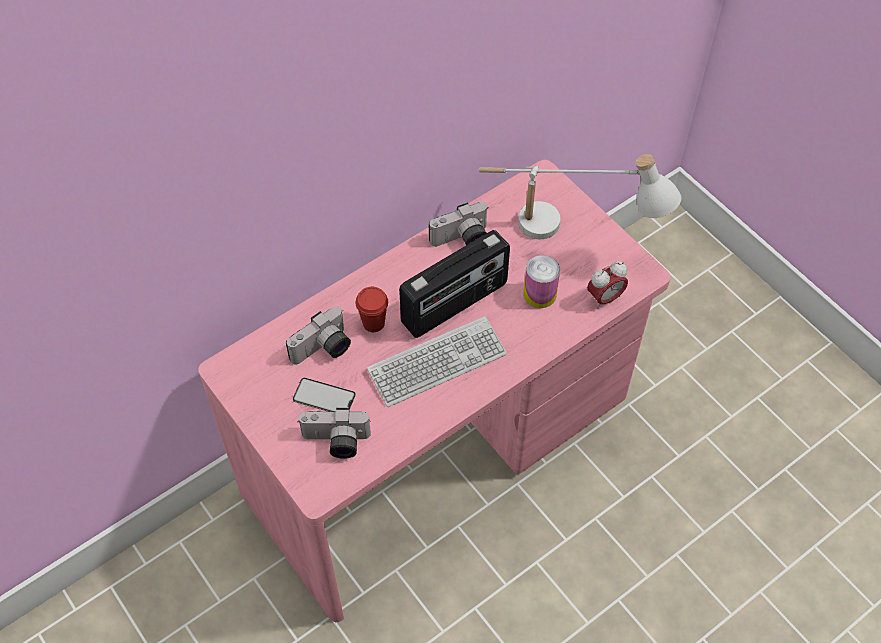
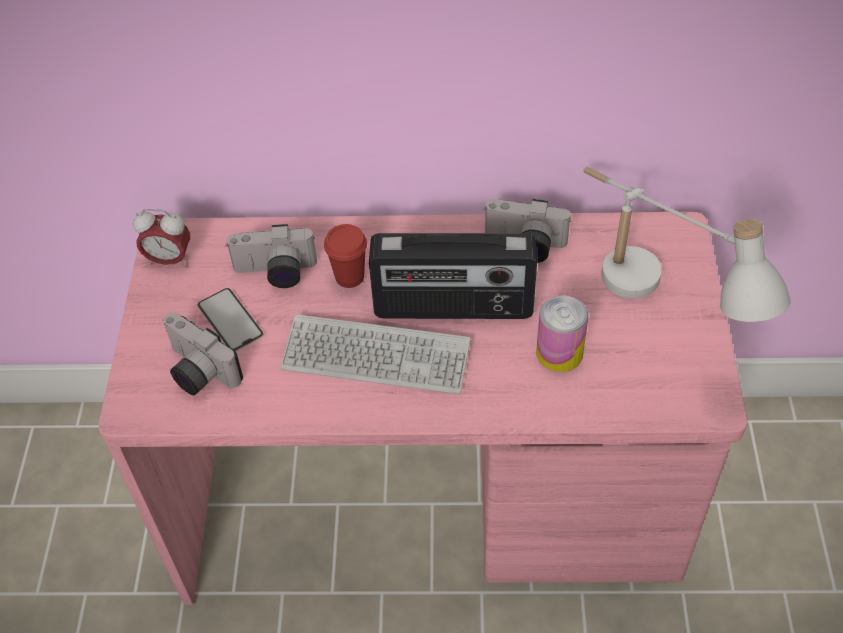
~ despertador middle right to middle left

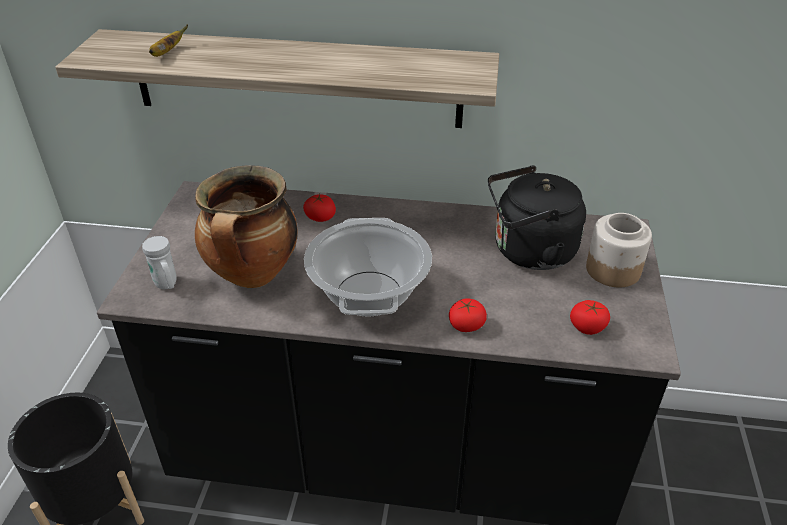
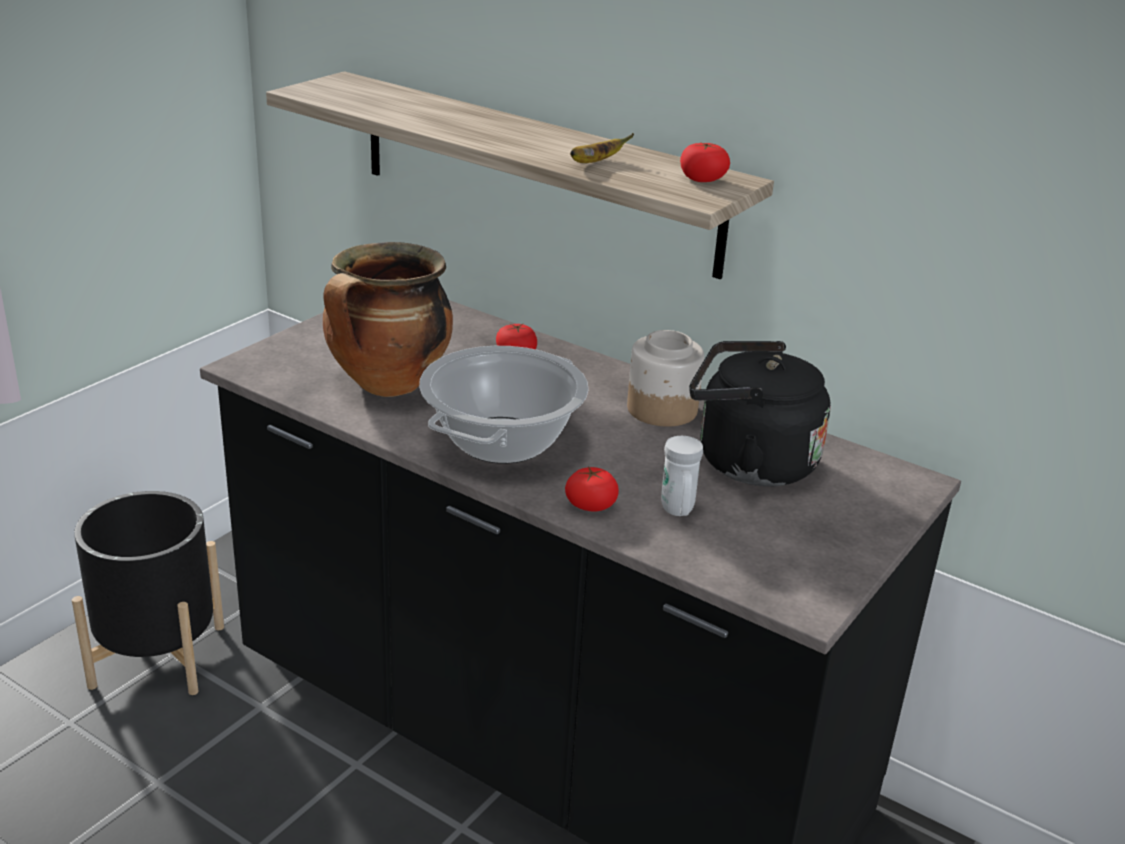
~ plátano top left to top centre
~ tarro middle right to centre
~ taza grande [blanco] middle left to centre
~ tomate (no. 3 from left) middle right to top centre

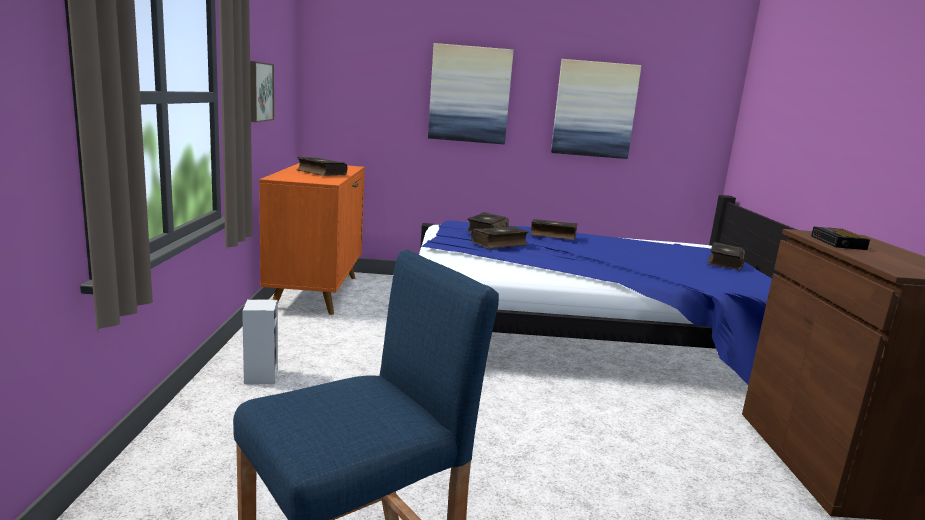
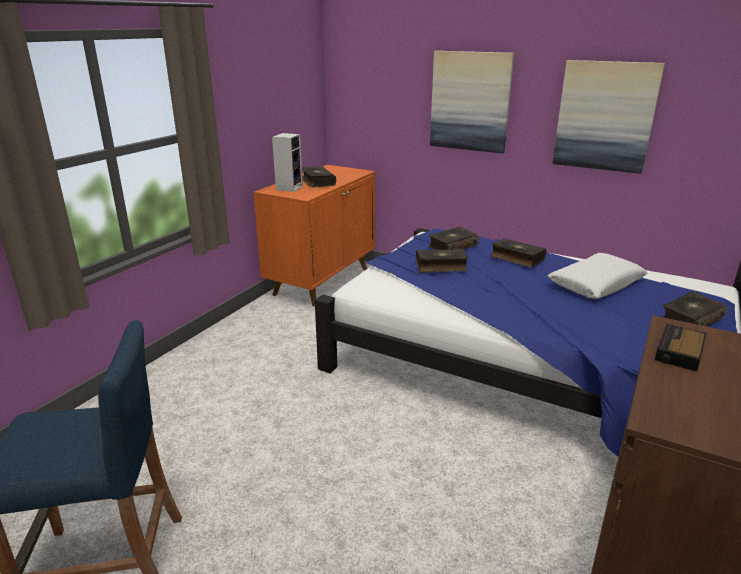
~ altavoz middle left to top centre
+ cojín [blanco] middle right
- cuadro (no. 1 from left) top left

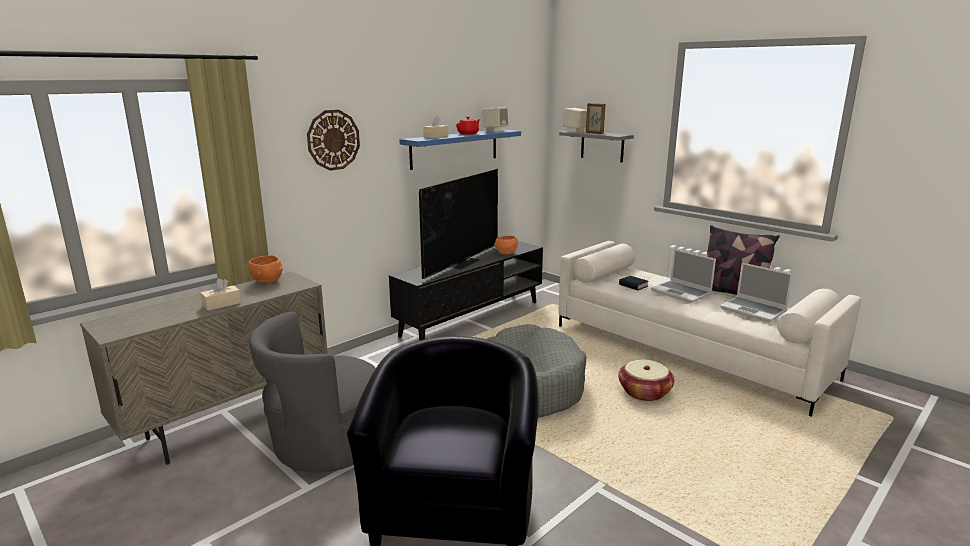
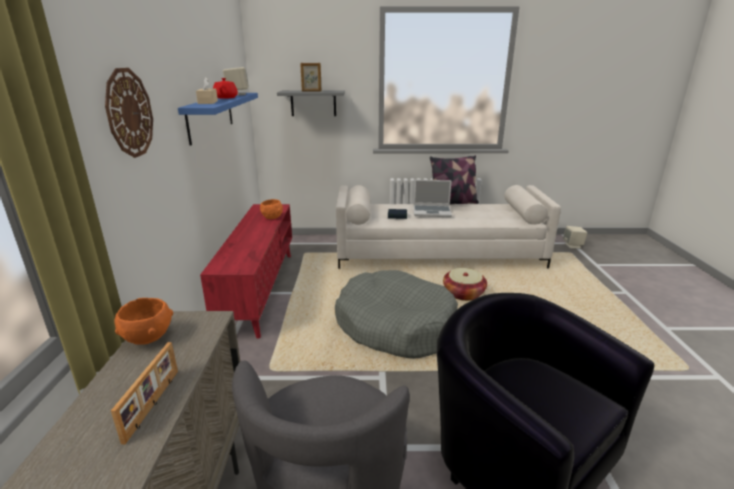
~ caja de pañuelos [beis] (no. 1 from left) middle left to portarretratos (no. 1 from left) bottom left
~ mueble de televisión [negro] centre to mueble de televisión [rojo] centre
~ altavoz [beis] (no. 2 from left) top centre to middle right
- televisor centre
- portátil (no. 2 from left) middle right

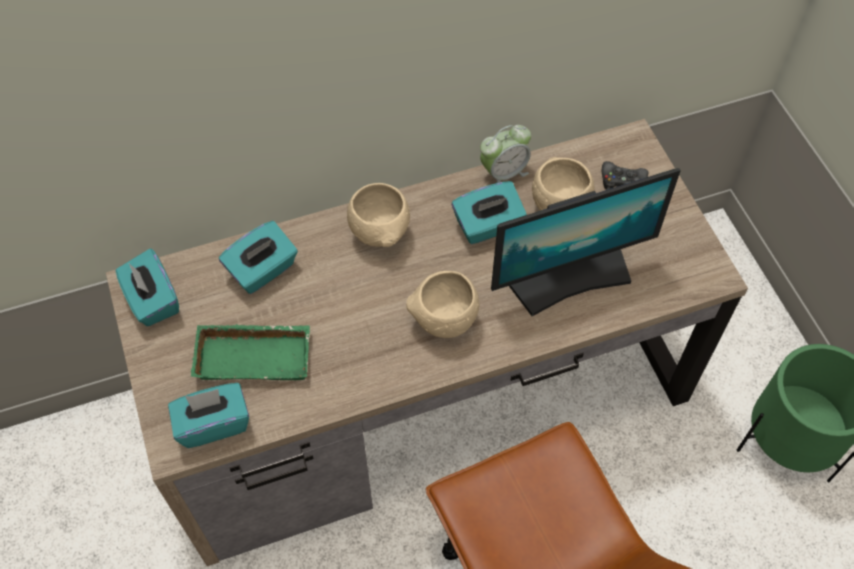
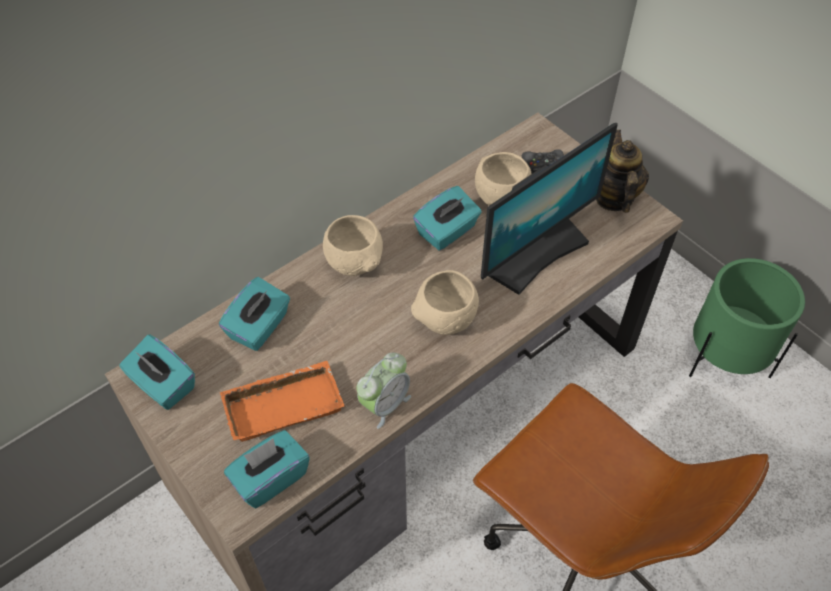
~ bandeja [verde] middle left to bandeja [naranja] bottom centre
~ despertador top centre to centre
+ tetera top right

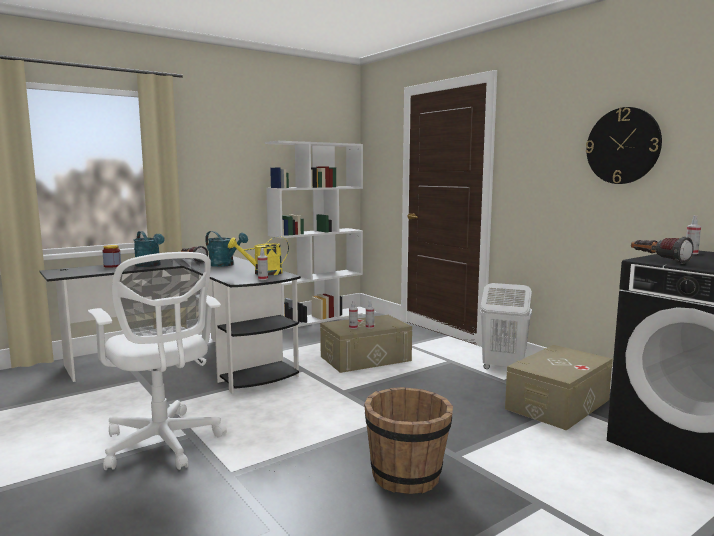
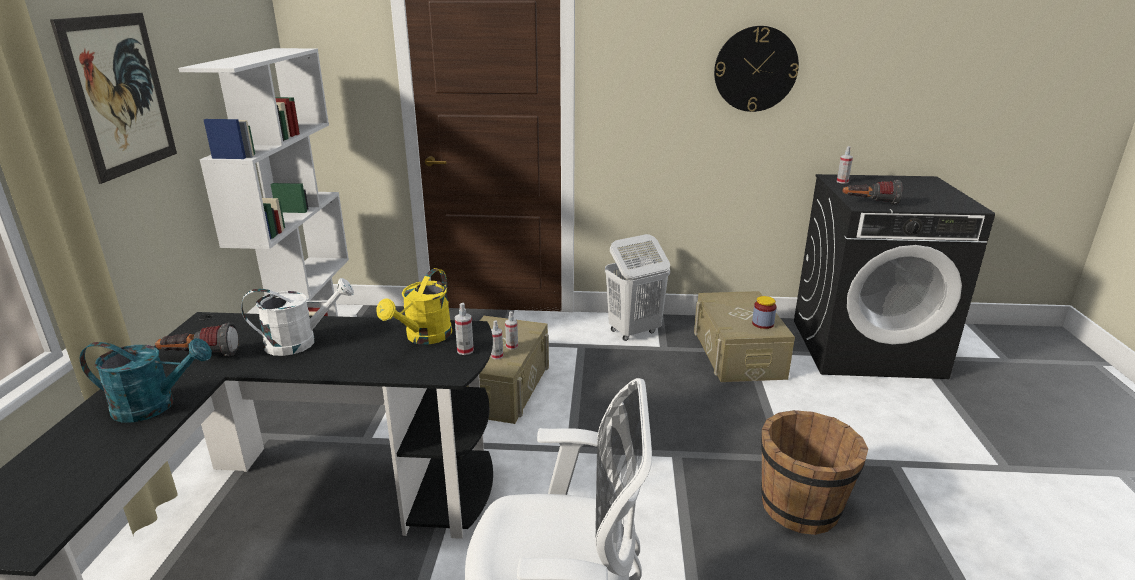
+ cuadro top left
~ regadera [turquesa] (no. 2 from left) middle left to regadera [blanco] middle left
~ tarro middle left to middle right

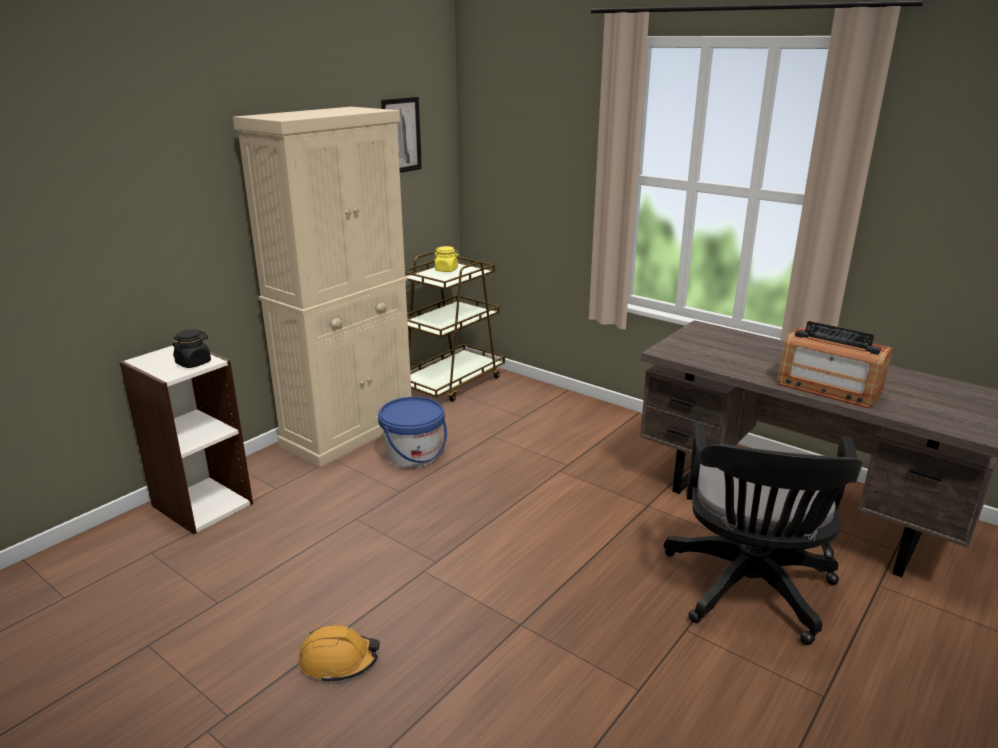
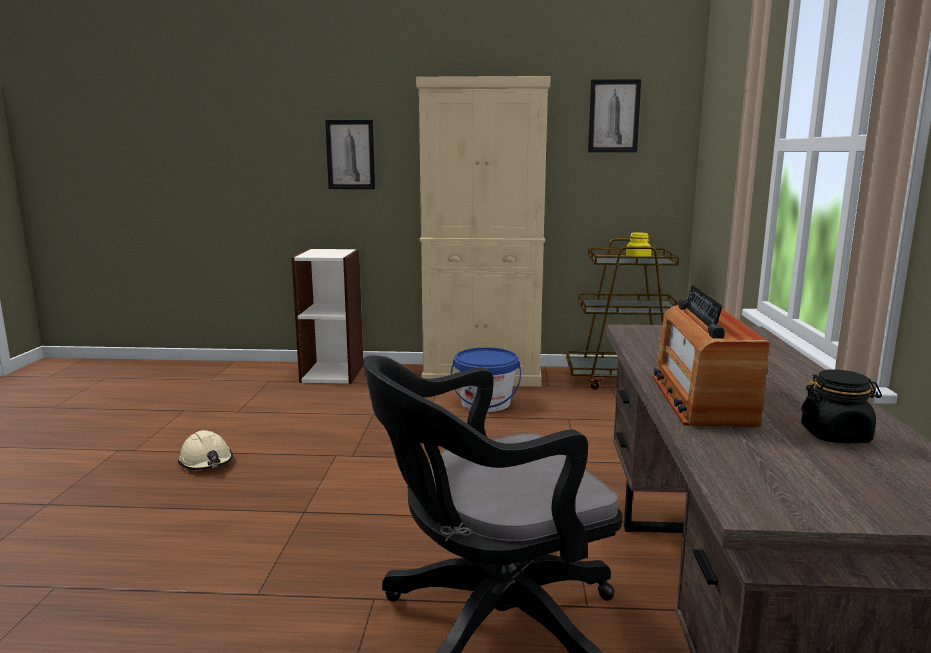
~ casco [naranja] bottom centre to casco [beis] bottom left
+ cuadro (no. 1 from left) top centre
~ tarro [negro] middle left to middle right

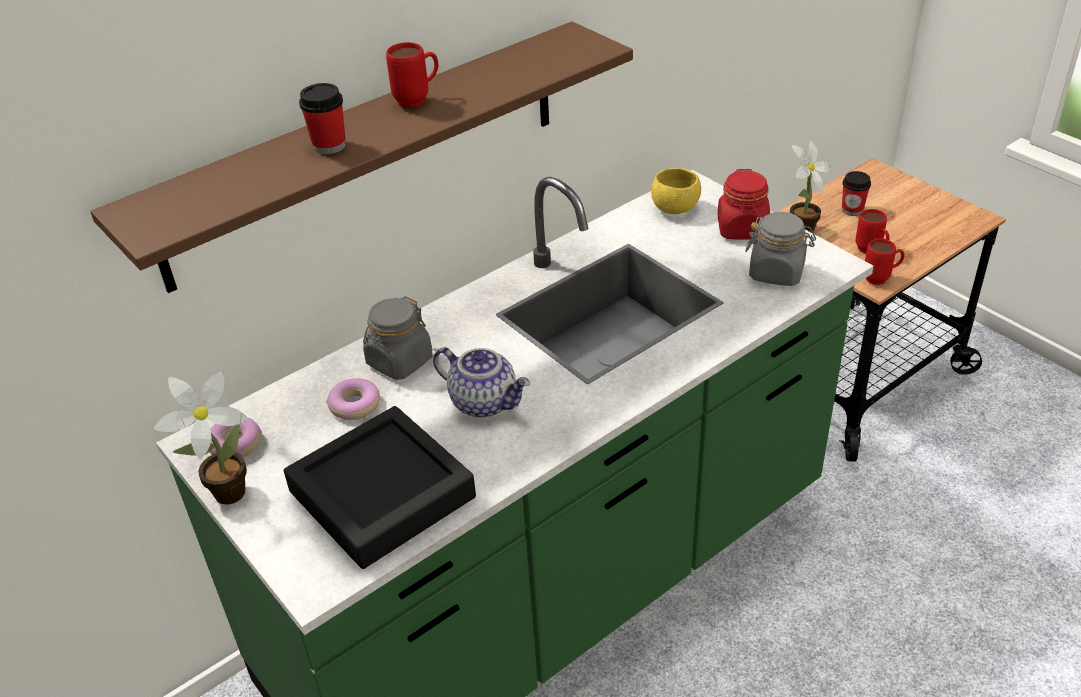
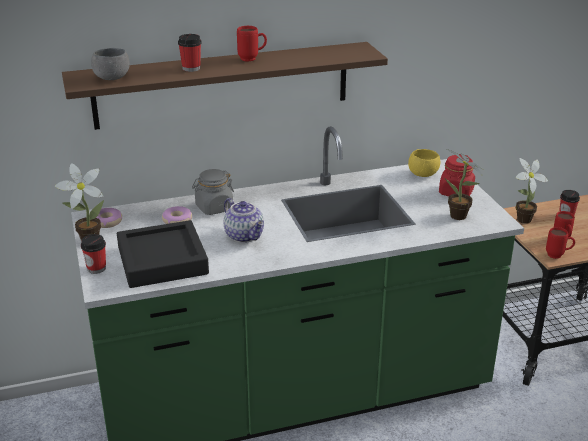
+ taza (no. 1 from left) middle left
+ cuenco [gris] top left
~ tarro [gris] (no. 2 from left) middle right to planta en maceta (no. 2 from left) middle right

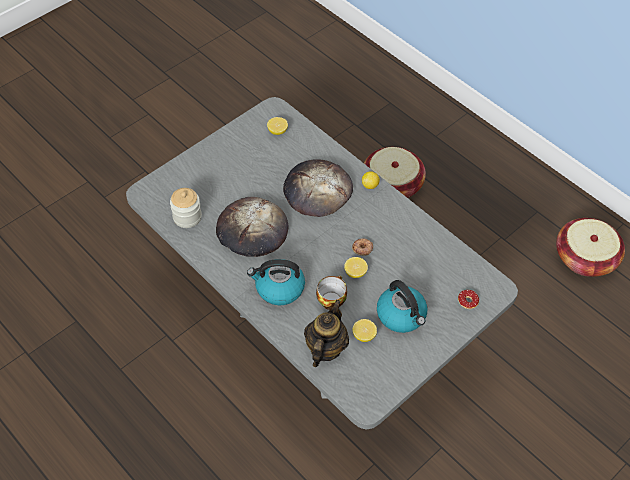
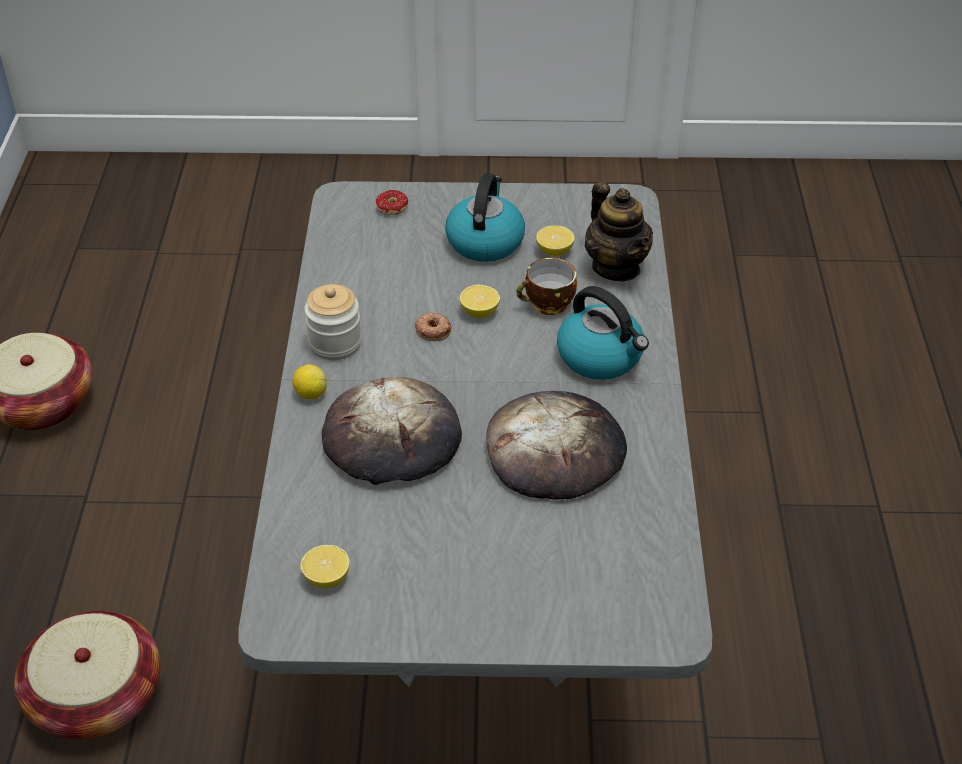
~ tarro middle left to centre
~ tetera bottom centre = top centre 90 degrees counterclockwise

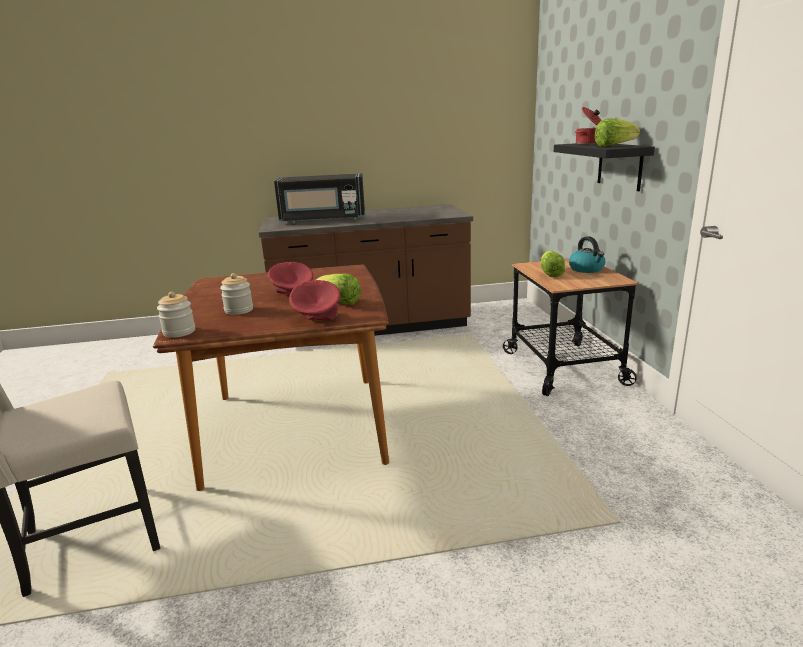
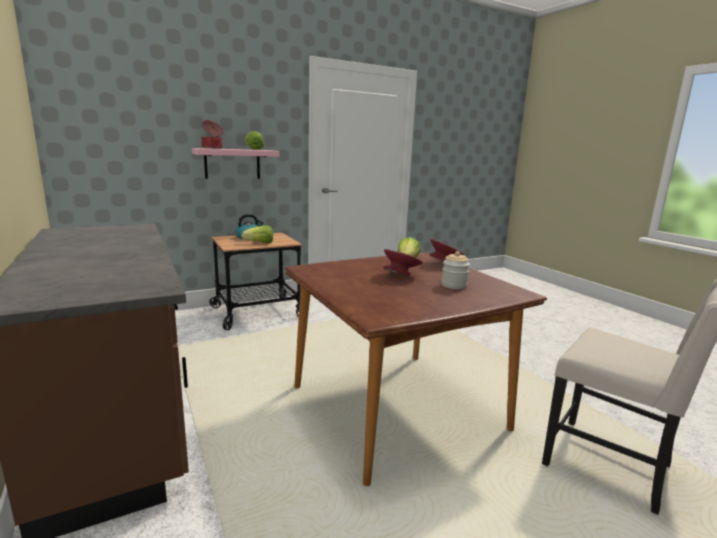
~ estante [negro] top right to estante [rosa] top left
- tarro (no. 1 from left) middle left
- microondas [negro] top centre

